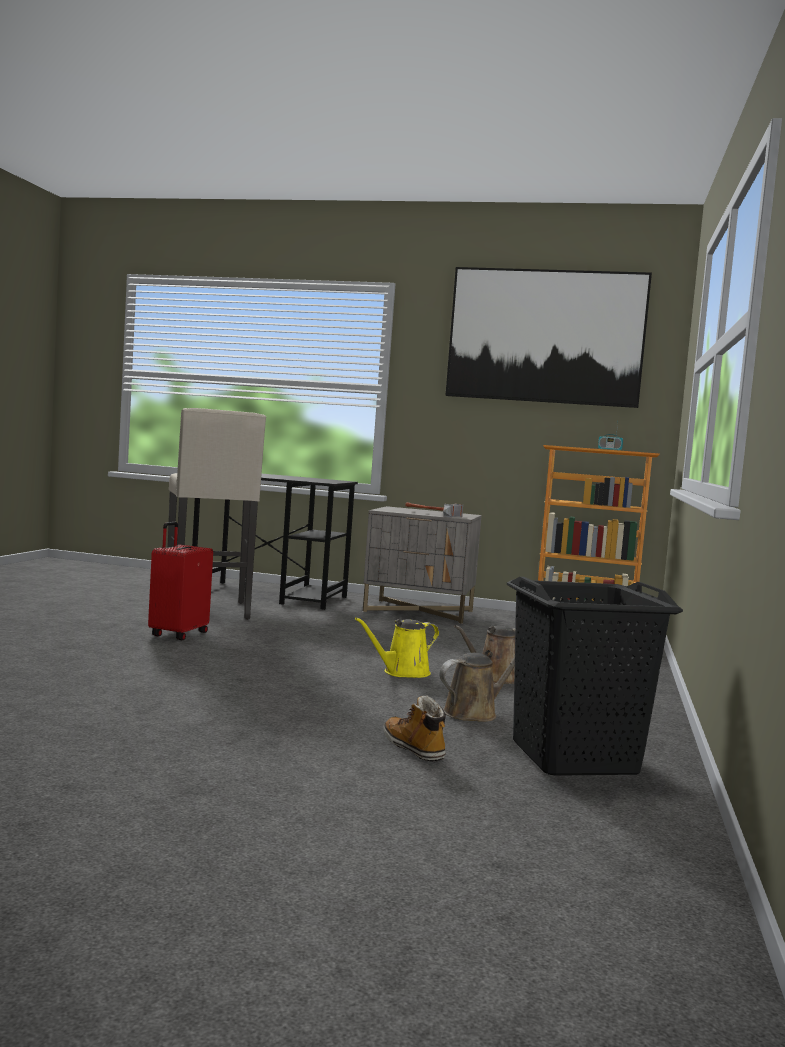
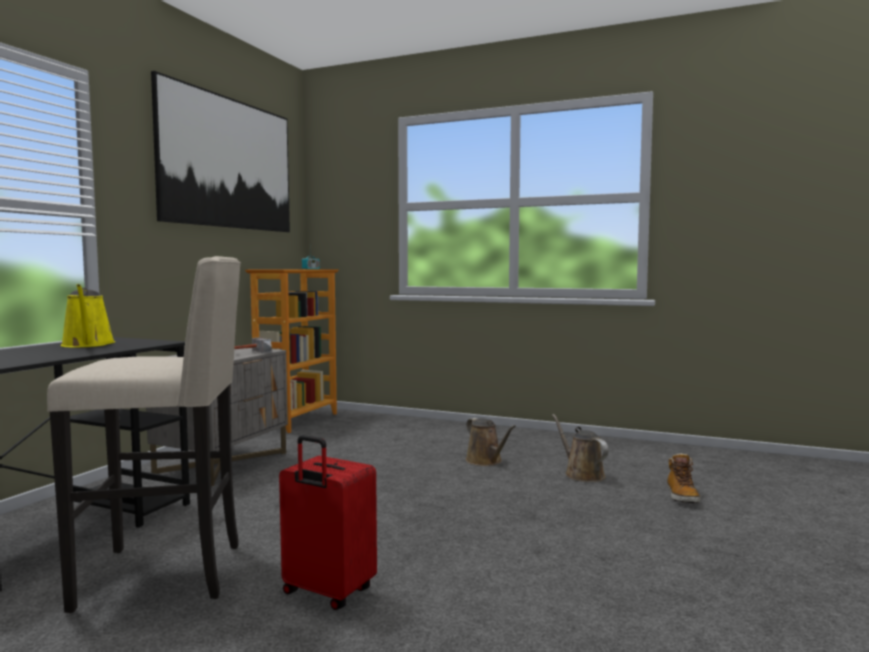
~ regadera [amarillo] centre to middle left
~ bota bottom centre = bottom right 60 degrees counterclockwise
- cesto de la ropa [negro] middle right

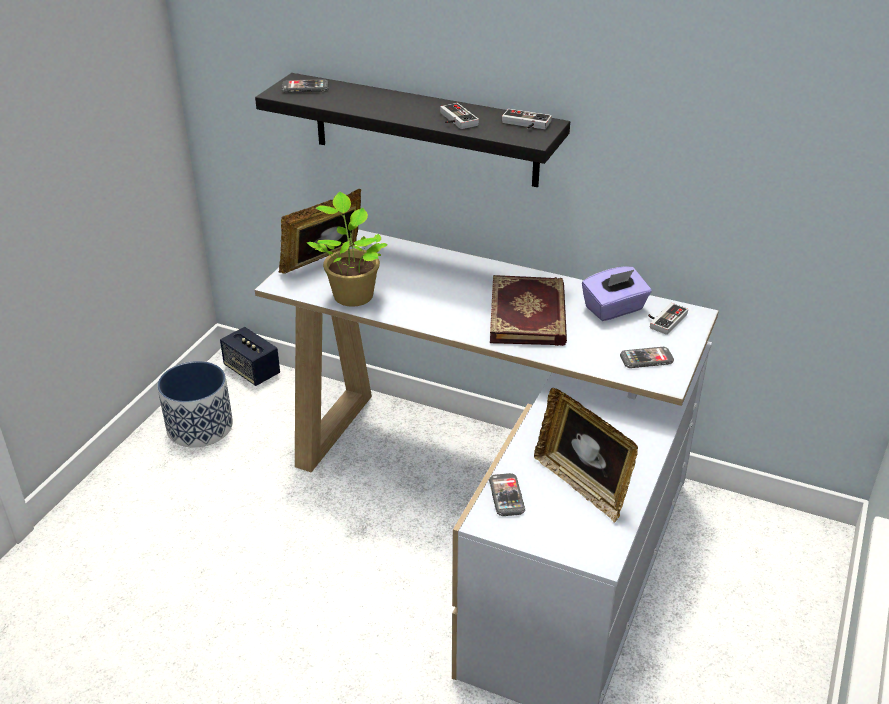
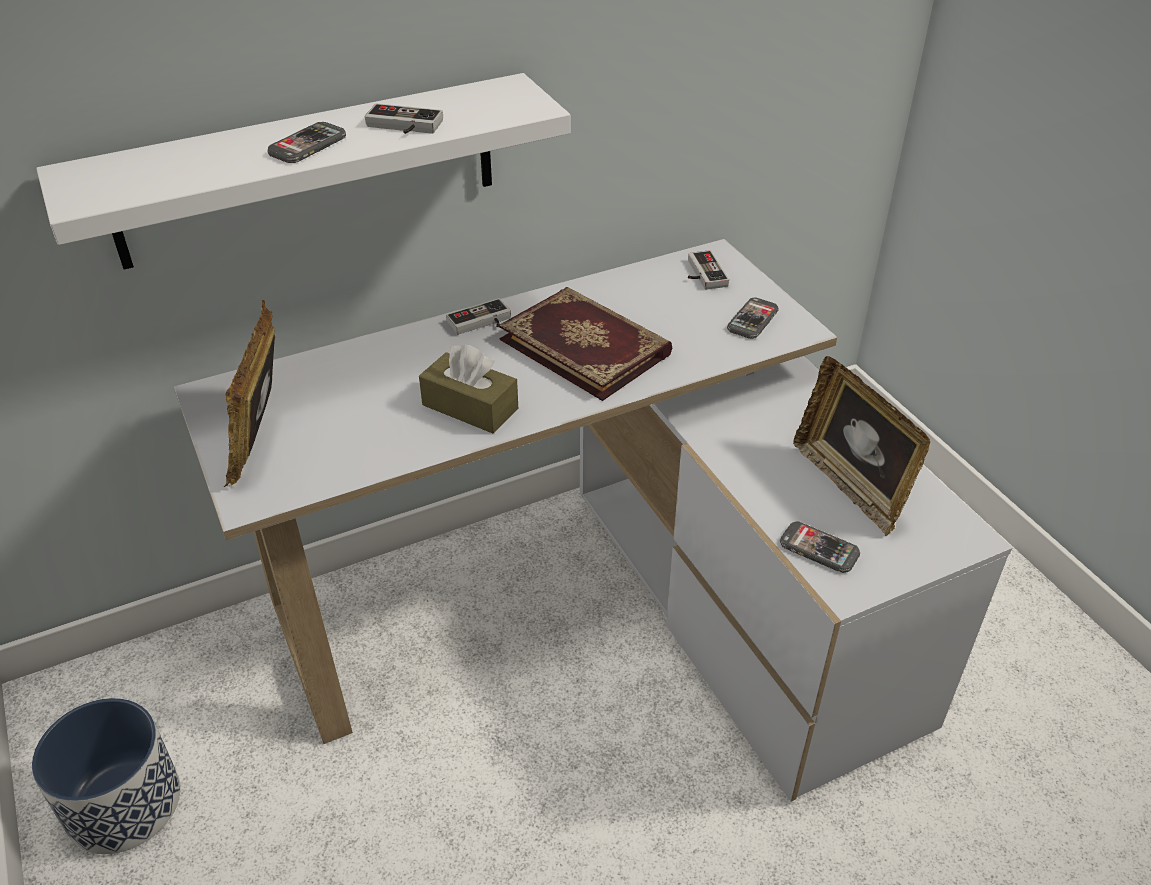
~ estante [negro] top centre to estante [blanco] top left
~ móvil (no. 1 from left) top centre to top left
+ caja de pañuelos [marrón] centre
~ mando de consola (no. 2 from left) top centre to centre
~ portarretratos (no. 2 from left) centre = middle right 60 degrees clockwise
- altavoz middle left
- planta en maceta centre
- caja de pañuelos [morado] middle right

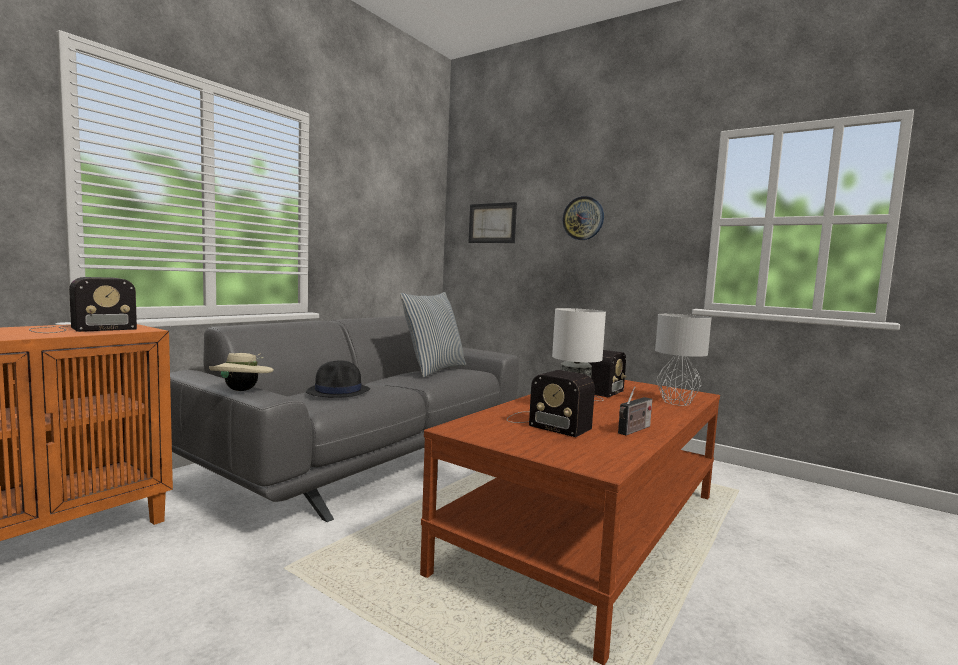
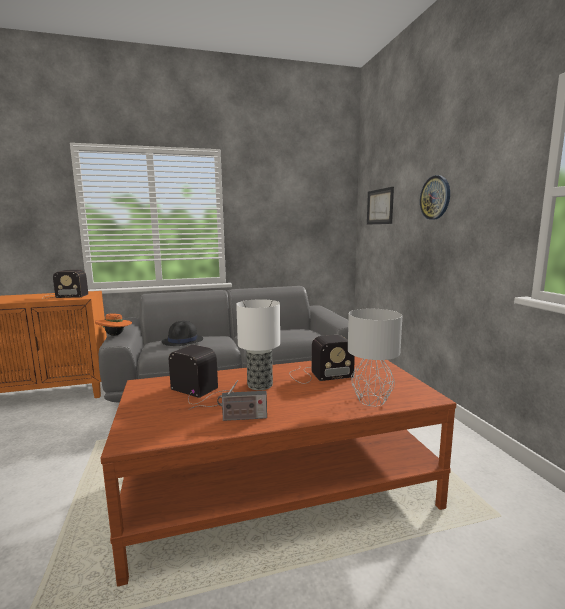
~ sombrero [beis] middle left to sombrero [naranja] middle left
~ radio (no. 2 from left) centre = centre 135 degrees clockwise
- cojín centre

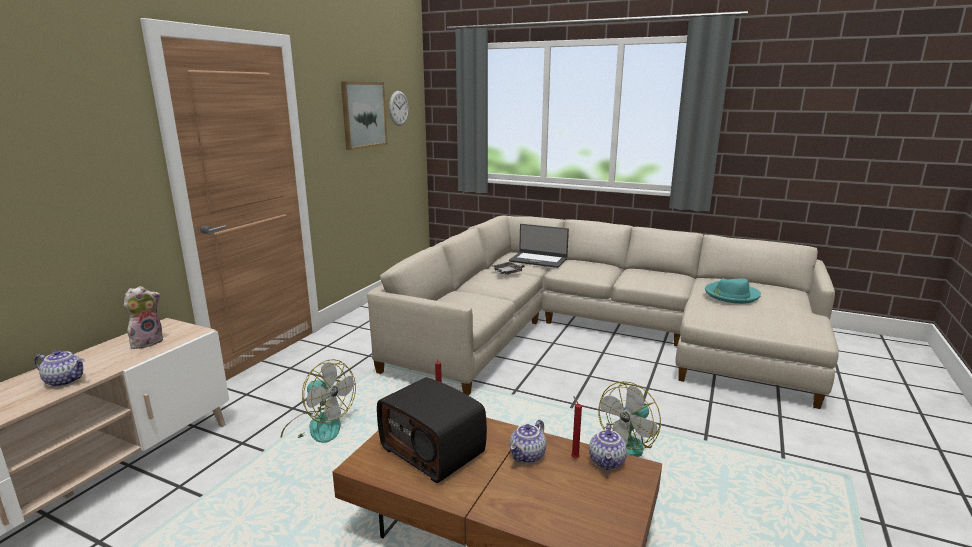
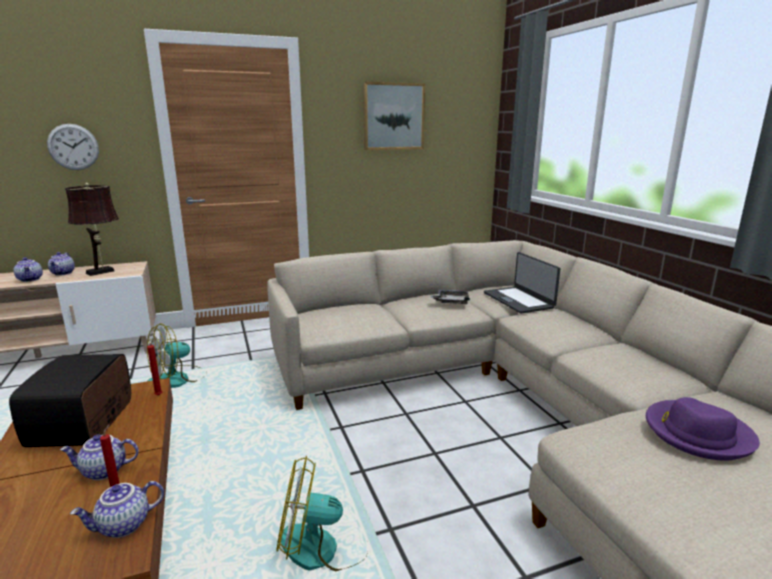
~ reloj de pared top centre to top left
+ tetera (no. 2 from left) middle left
~ peluche middle left to lámpara de mesa [marrón] middle left
~ ventilador (no. 1 from left) bottom left = middle left 60 degrees clockwise
~ sombrero [turquesa] middle right to sombrero [morado] bottom right

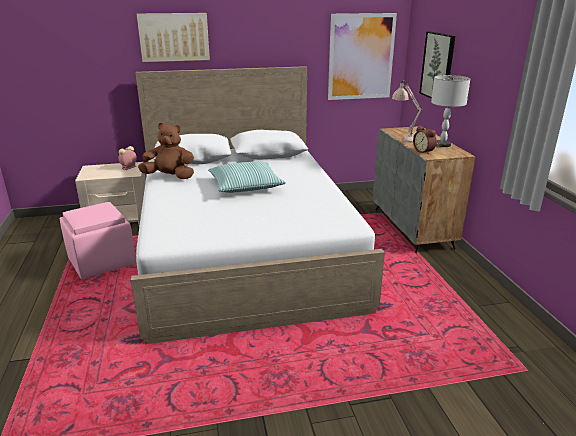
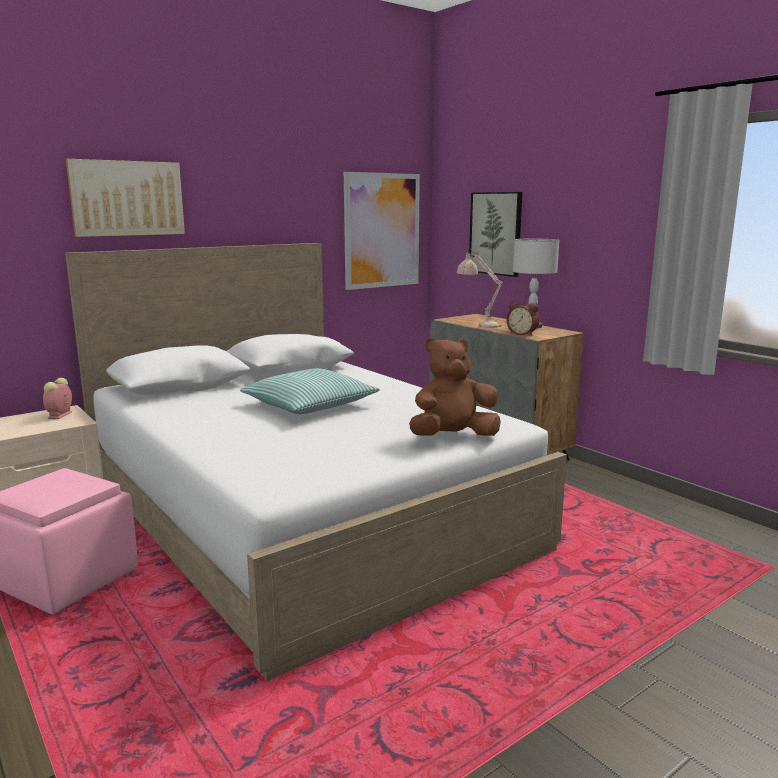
~ peluche [marrón] middle left to centre

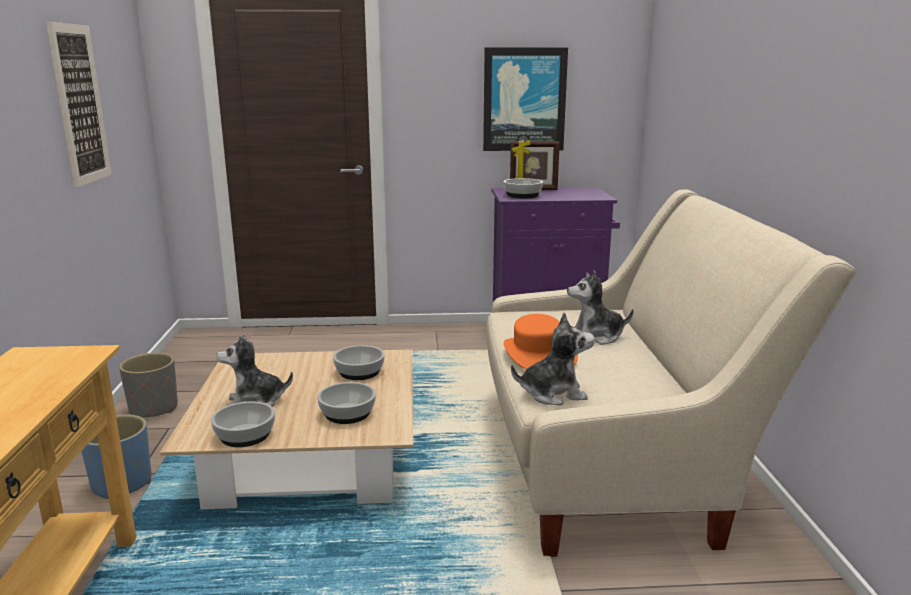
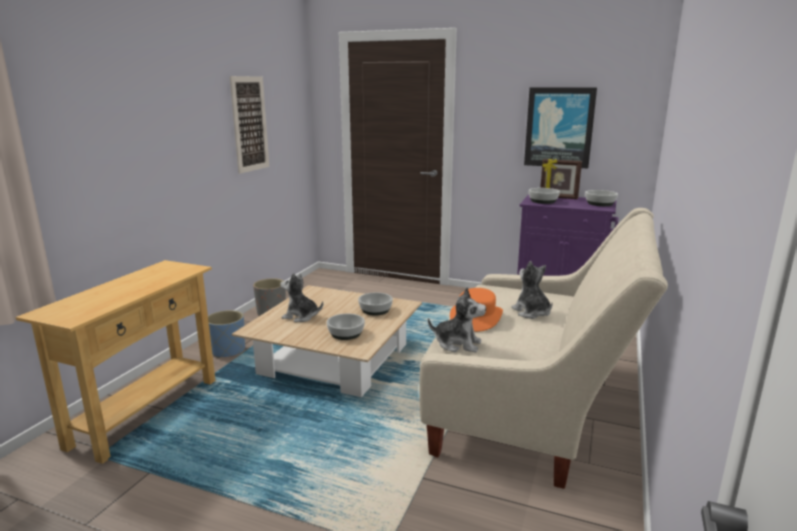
~ peluche (no. 3 from left) centre = middle right 45 degrees clockwise
~ cuenco (no. 1 from left in the first image) bottom left to cuenco (no. 4 from left) middle right

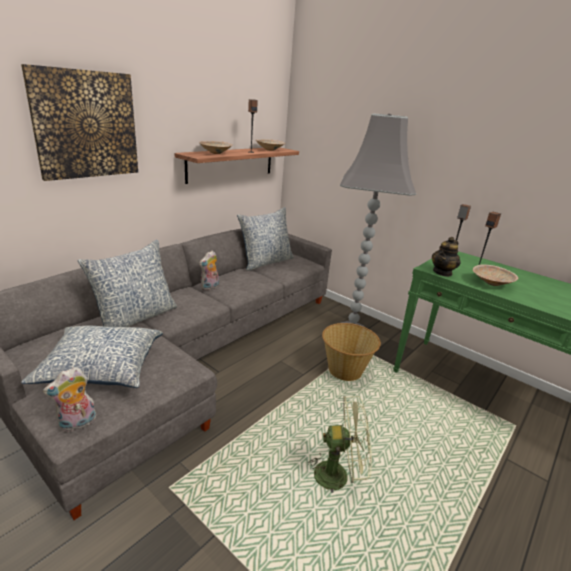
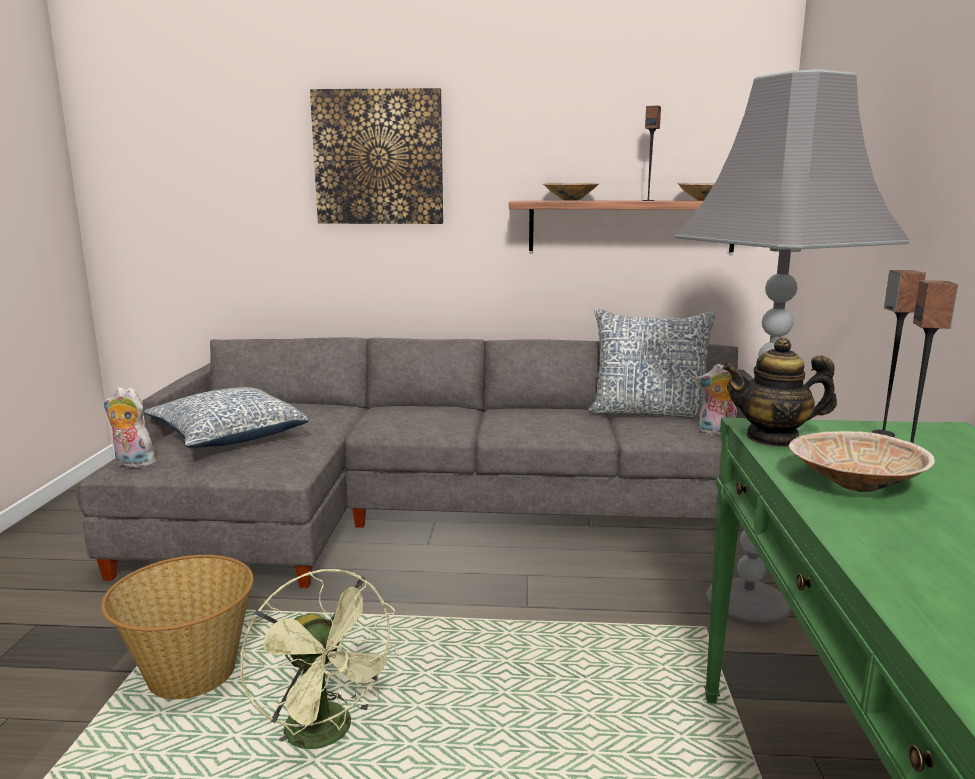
~ cesta centre to bottom left
~ peluche (no. 2 from left) centre to middle right
- cojín (no. 2 from left) middle left

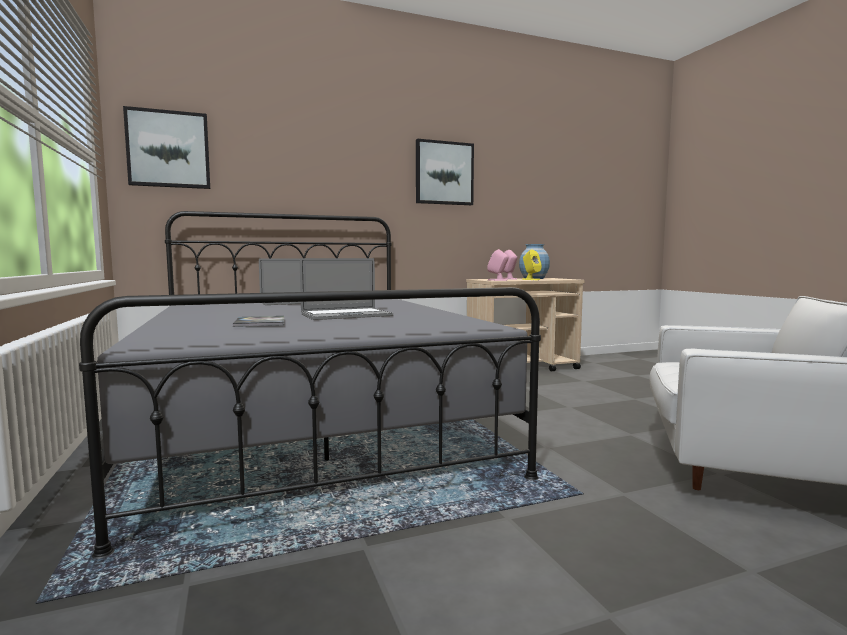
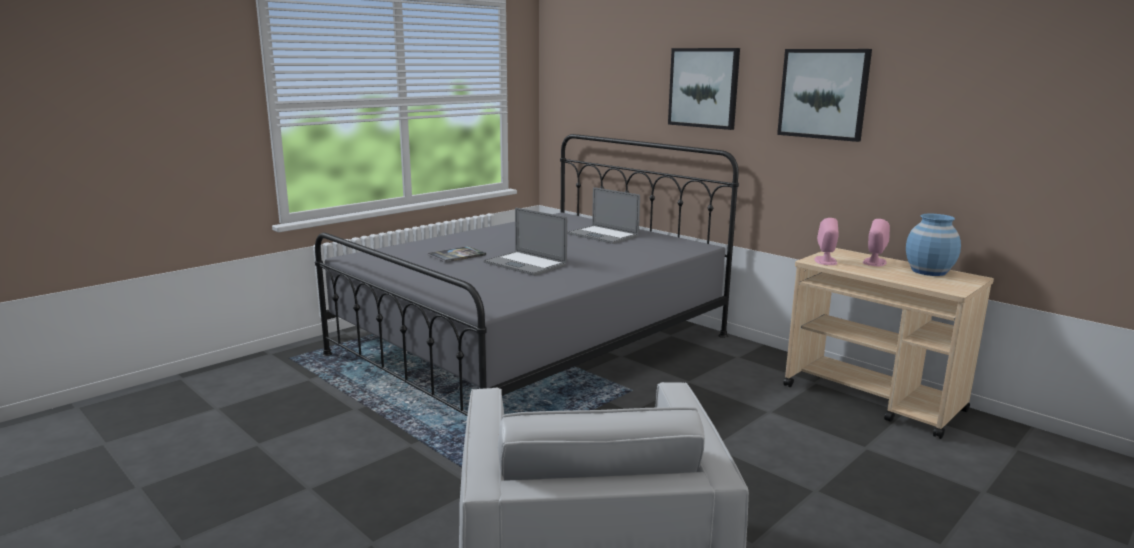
~ cuadro (no. 1 from left) top left to top centre
- altavoz [amarillo] centre

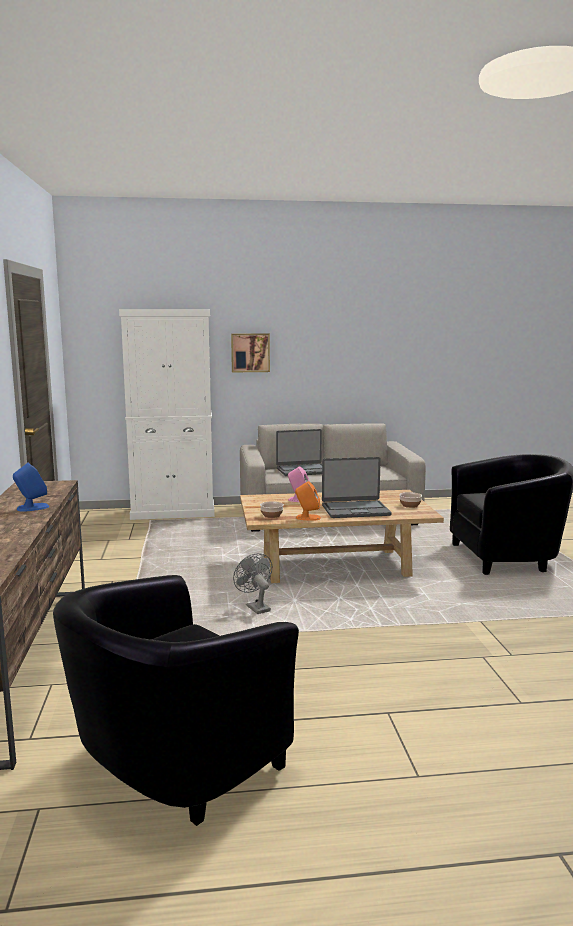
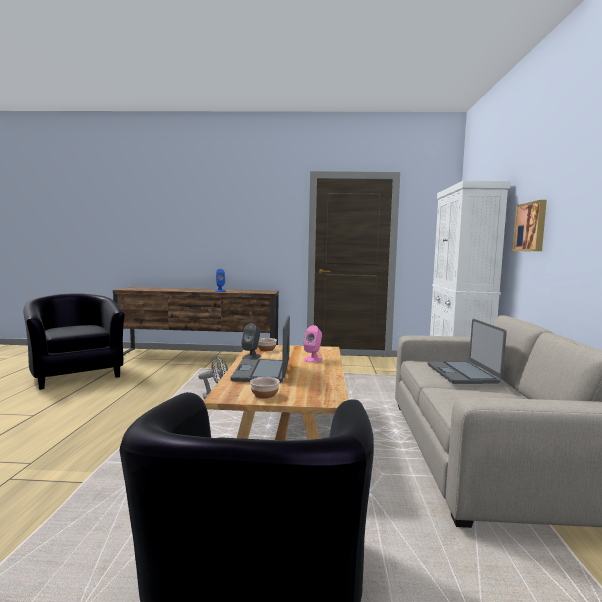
~ altavoz [naranja] centre to altavoz [gris] centre

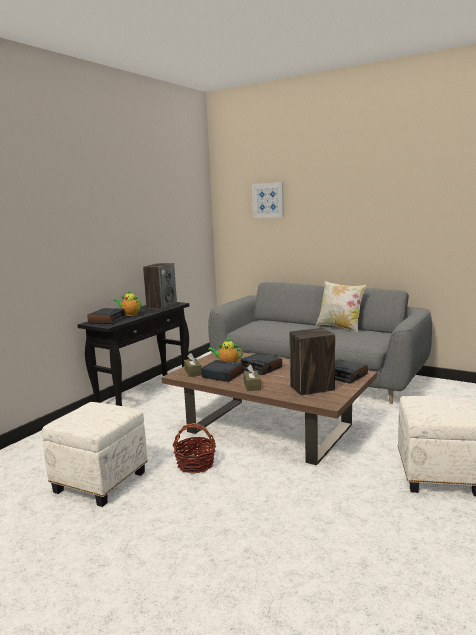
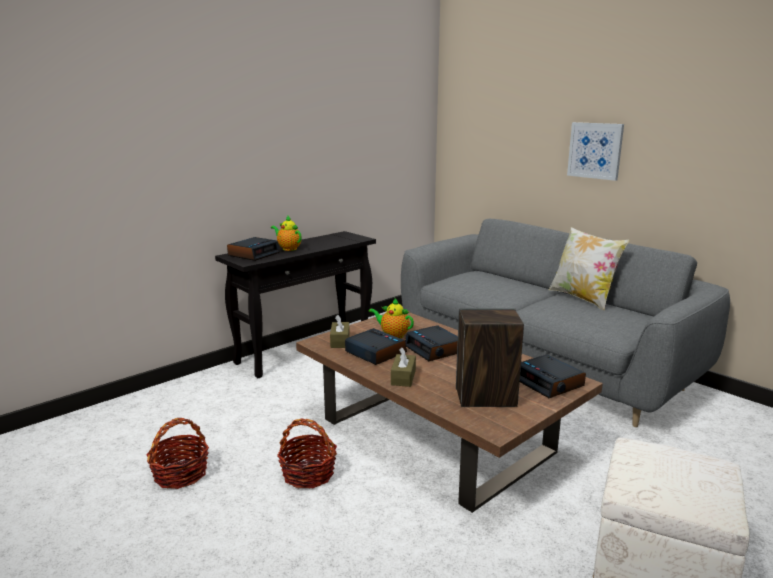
~ puf [blanco] (no. 1 from left) bottom left to cesta (no. 1 from left) bottom left
~ cuadro top centre to top right
- altavoz (no. 1 from left) centre

